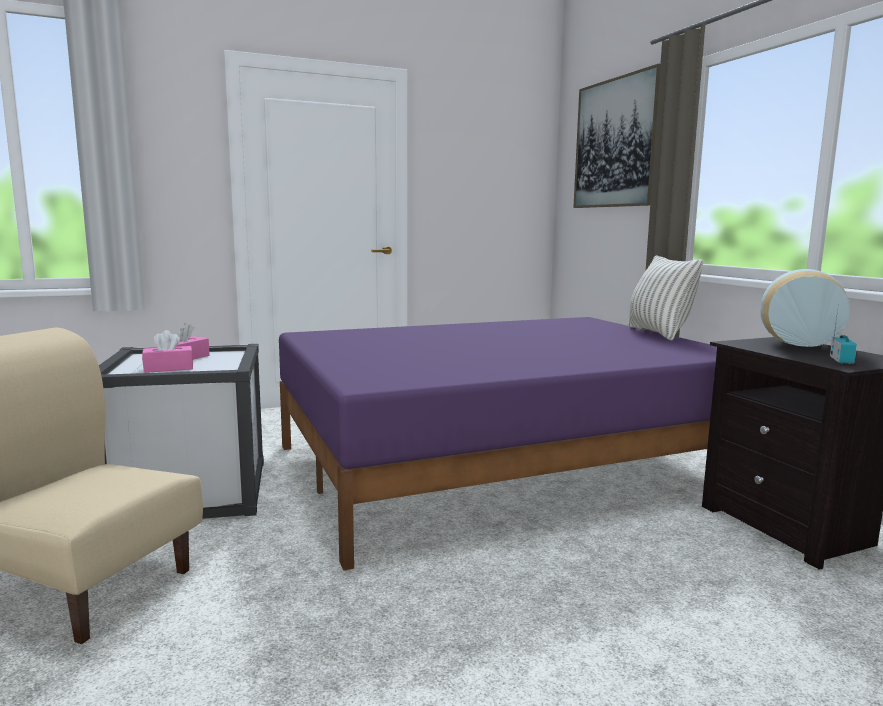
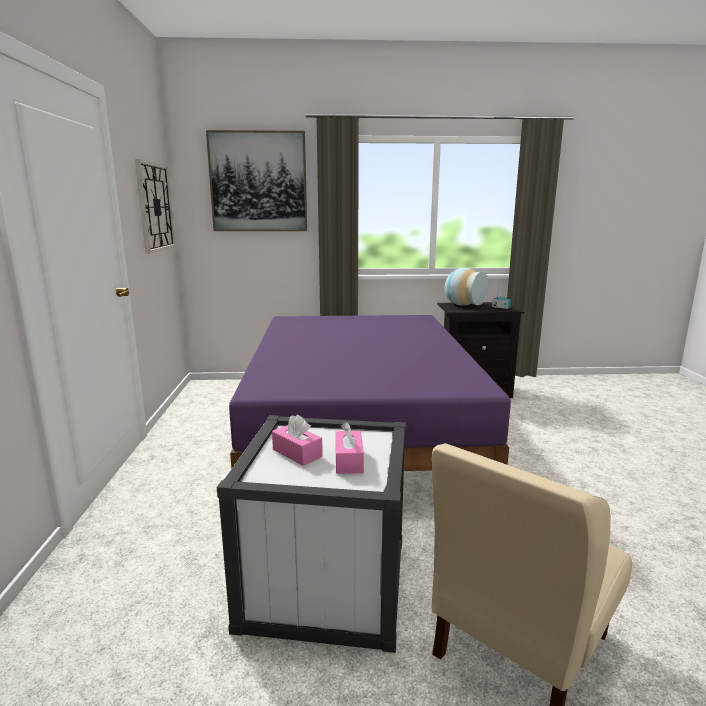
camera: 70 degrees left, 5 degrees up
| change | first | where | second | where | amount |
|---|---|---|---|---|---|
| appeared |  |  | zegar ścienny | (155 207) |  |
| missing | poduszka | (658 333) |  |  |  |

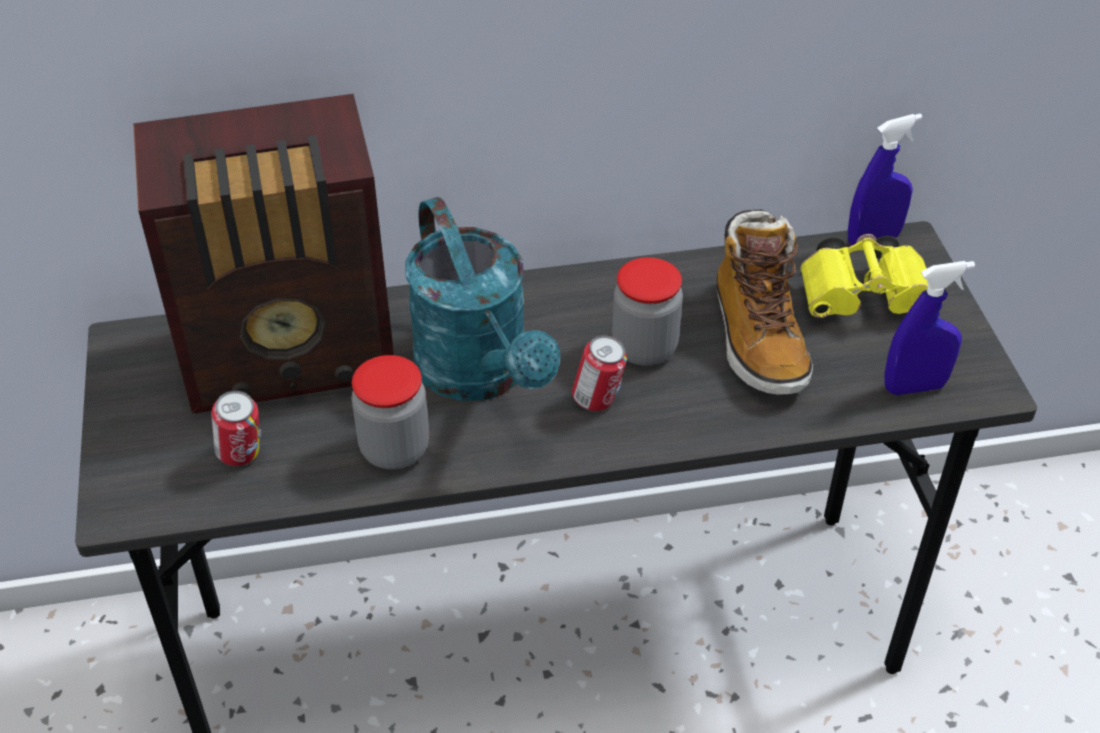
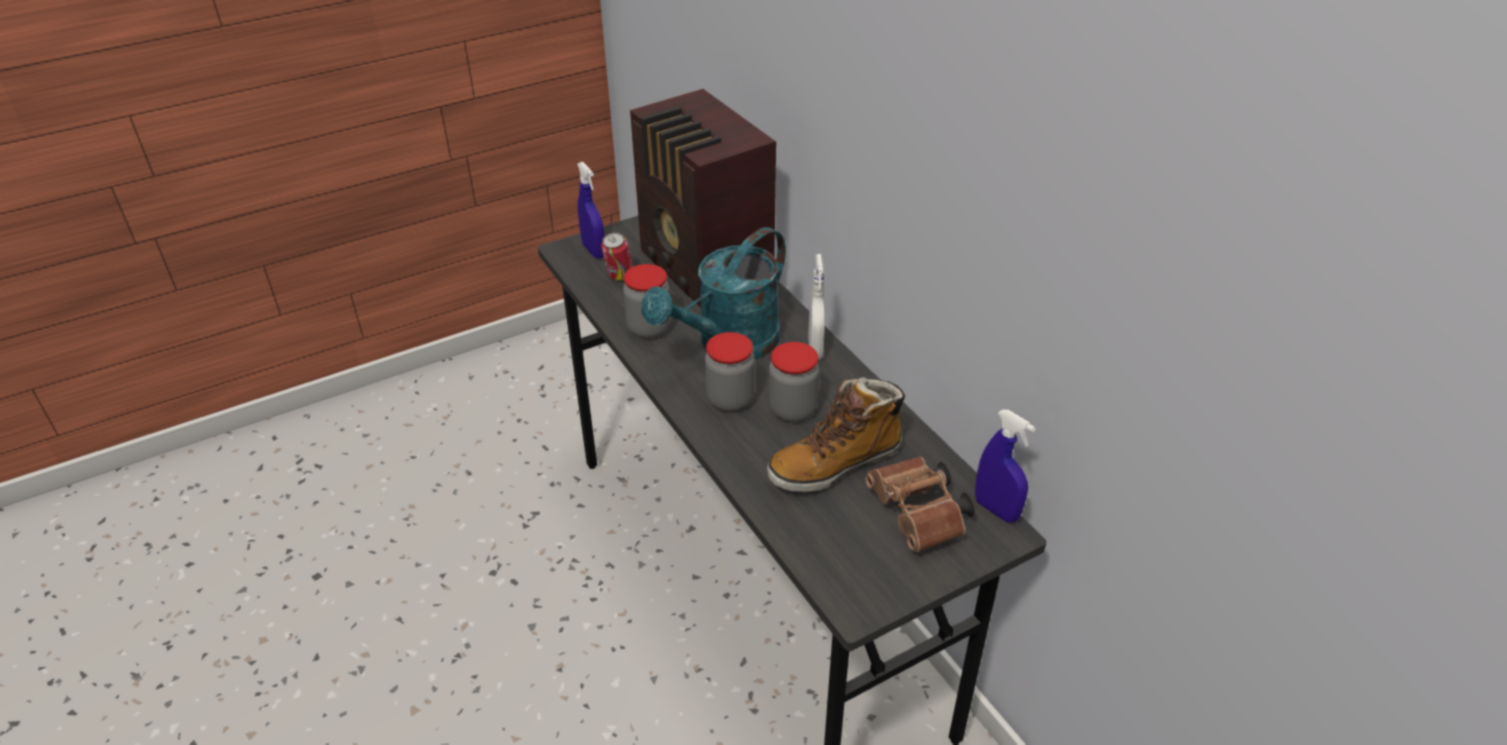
camera: 70 degrees right, 5 degrees down
| change | first | where | second | where | amount |
|---|---|---|---|---|---|
| relocated | spryskiwacz/niebieski | (914 387) |  | (594 251) |  |
| exchanged | puszka | (598 401) | słoik | (730 399) |  |
| appeared |  |  | spryskiwacz/biały | (815 349) |  |
| colour | lornetka/żółty | (867 298) | lornetka/brązowy | (919 517) |  |

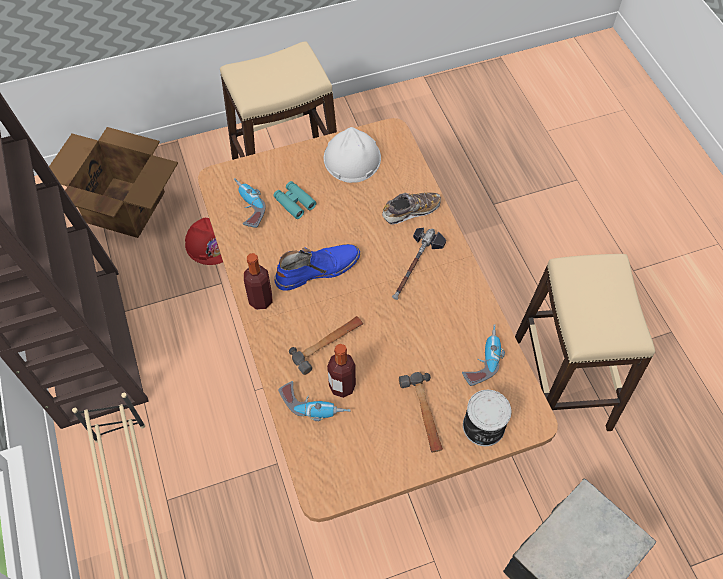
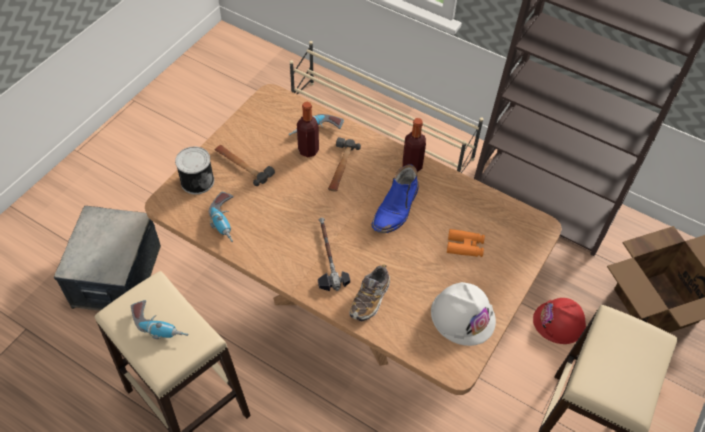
camera: 140 degrees right, 5 degrees down
| change | first | where | second | where | amount |
|---|---|---|---|---|---|
| relocated | wiertarka | (247 207) |  | (160 325) |  |
| colour | lornetka/turkusowy | (294 203) | lornetka/pomarańczowy | (465 246) |  |

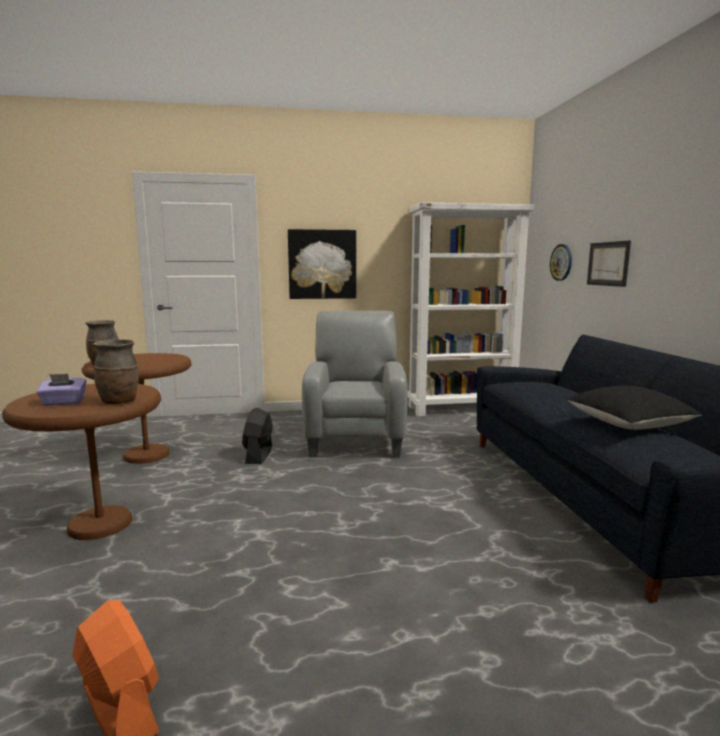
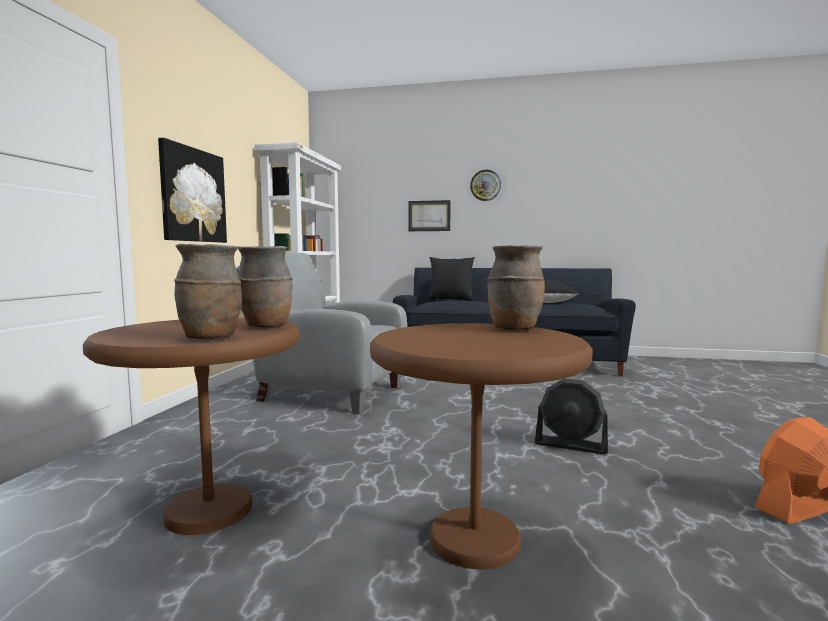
camera: 70 degrees left, 5 degrees down
| change | first | where | second | where | amount |
|---|---|---|---|---|---|
| appeared |  |  | wazon/brązowy | (266 326) |  |
| appeared |  |  | poduszka/czarny | (451 300) |  |
| relocated | zegar ścienny | (561 262) |  | (485 185) |  |
| relocated | wentylator/czarny | (258 455) |  | (571 445) |  |
| missing | pudełko chusteczek/fioletowy | (63 403) |  |  |  |

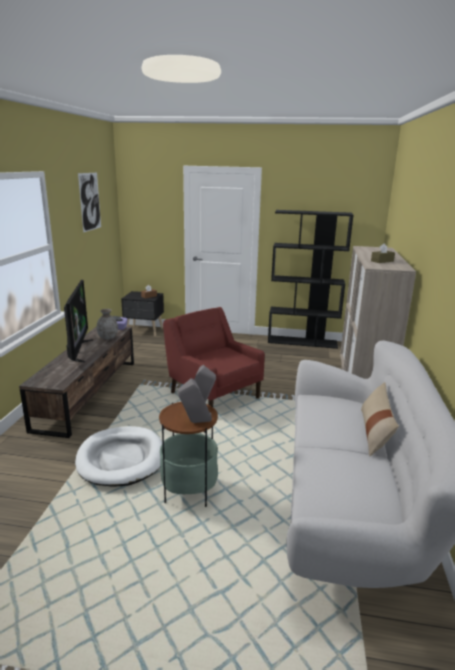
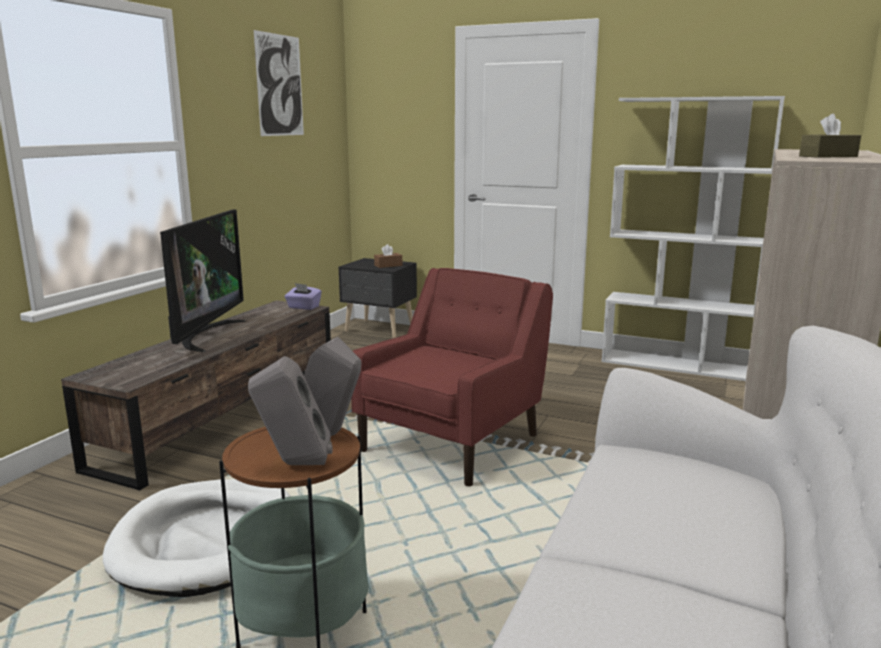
camera: 15 degrees right, 5 degrees down
| change | first | where | second | where | amount |
|---|---|---|---|---|---|
| spun | fotel/czerwony | (213 394) |  | (453 442) | 60 degrees clockwise |
| colour | regał/czarny | (302 342) | regał/biały | (675 365) |  |
| missing | wazon/szary | (108 338) |  |  |  |
| missing | poduszka/beżowy | (375 432) |  |  |  |

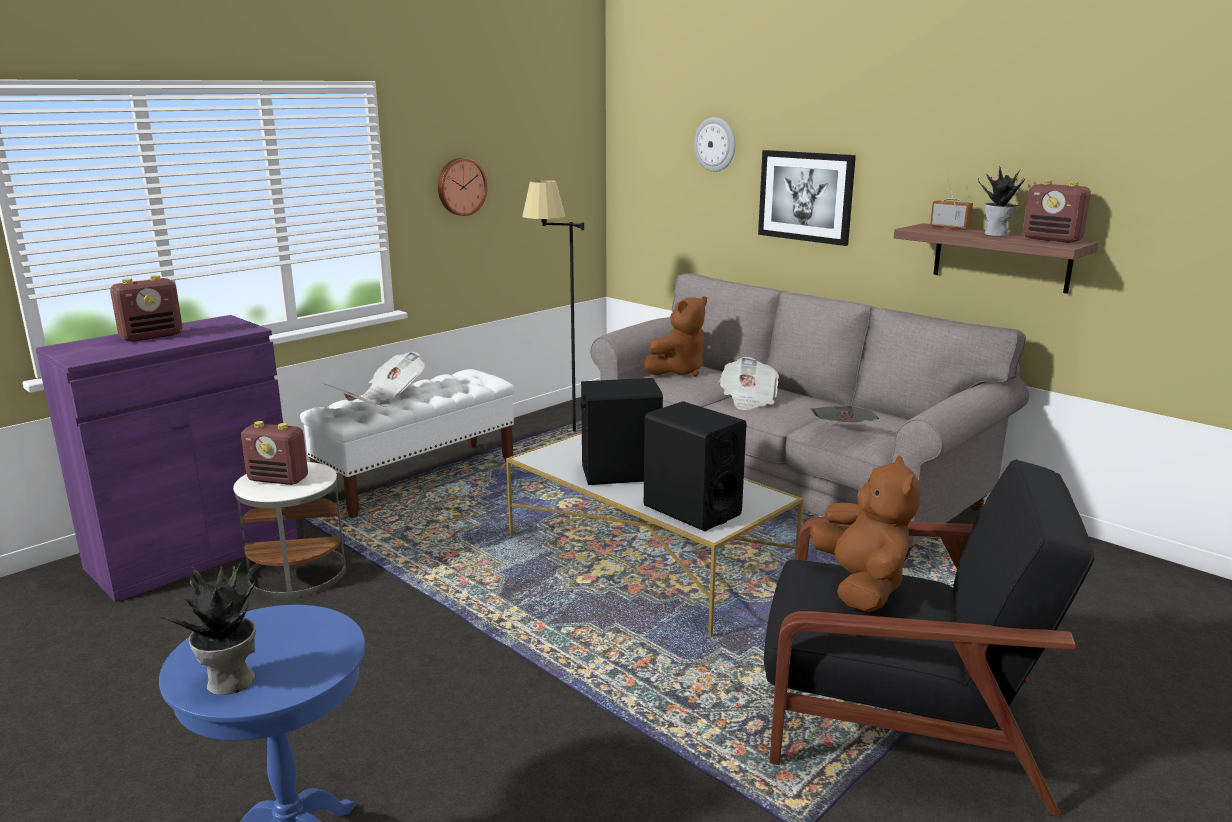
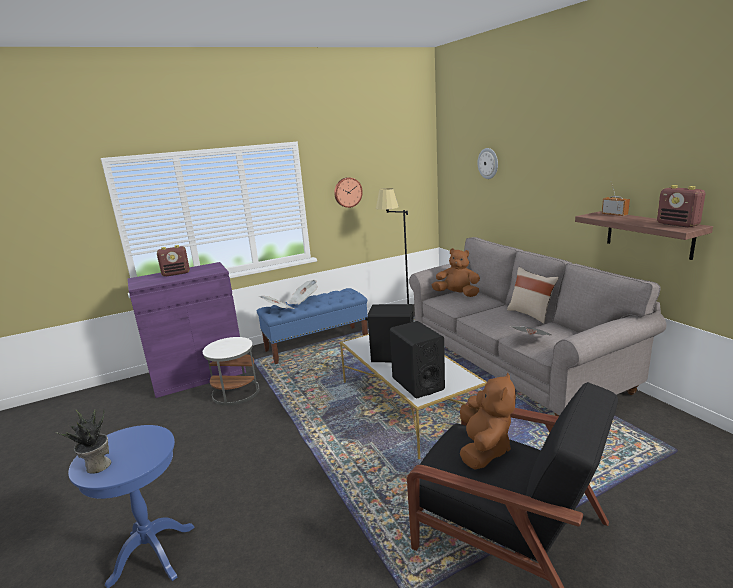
camera: 20 degrees right, 0 degrees up
| change | first | where | second | where | amount |
|---|---|---|---|---|---|
| colour | ławka/biały | (418 478) | ławka/niebieski | (317 344) |  |
| spun | pluszak/brązowy | (678 371) |  | (457 294) | 135 degrees counterclockwise |
| appeared |  |  | poduszka/beżowy | (530 314) |  |
| missing | radio | (279 479) |  |  |  |
| missing | gazeta | (748 400) |  |  |  |
| missing | obraz | (806 196) |  |  |  |
| missing | roślina doniczkowa | (997 234) |  |  |  |

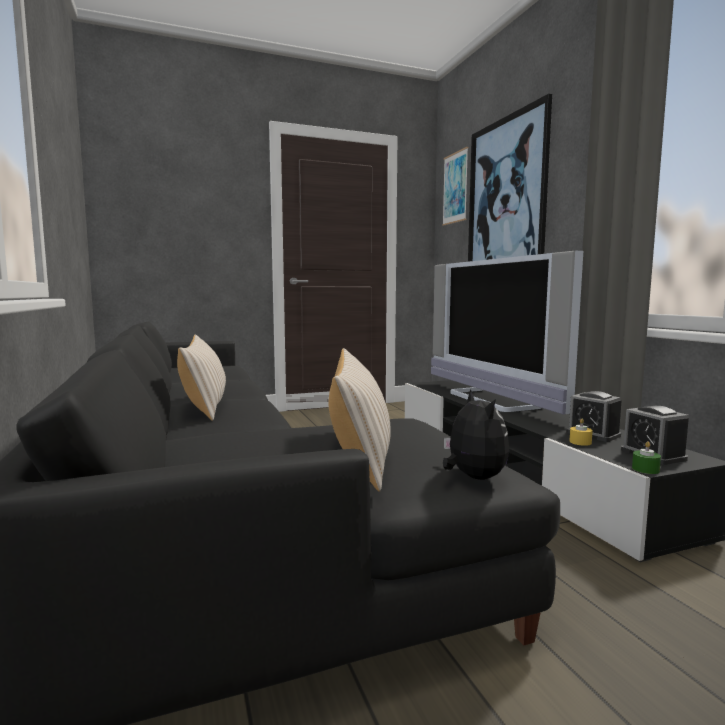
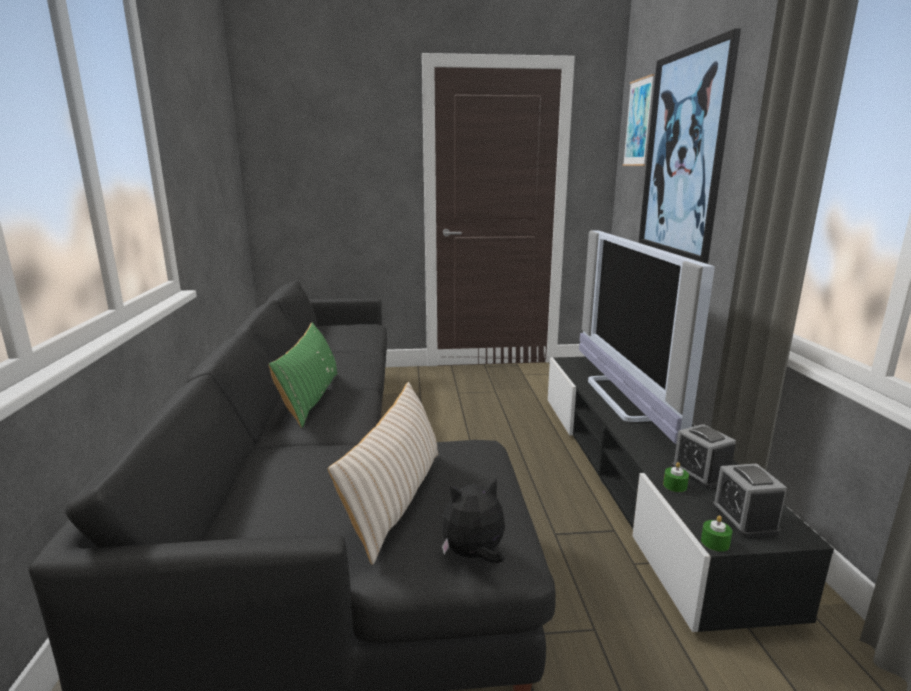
camera: 15 degrees right, 10 degrees up
| change | first | where | second | where | amount |
|---|---|---|---|---|---|
| colour | poduszka/beżowy | (205 403) | poduszka/zielony | (311 398) |  |
| spun | pluszak | (473 477) |  | (474 555) | 105 degrees counterclockwise |
| colour | świeca/żółty | (580 442) | świeca/zielony | (675 486) |  |

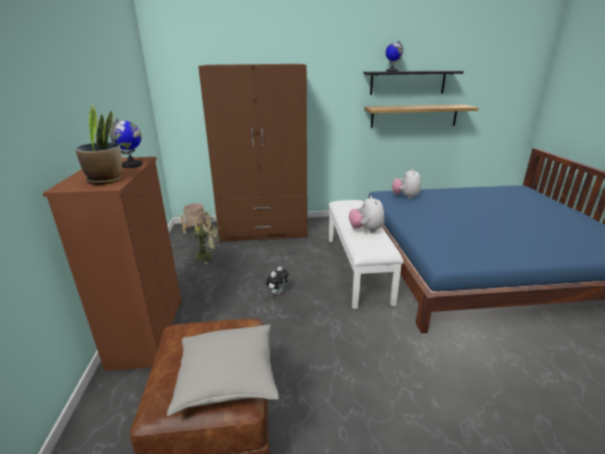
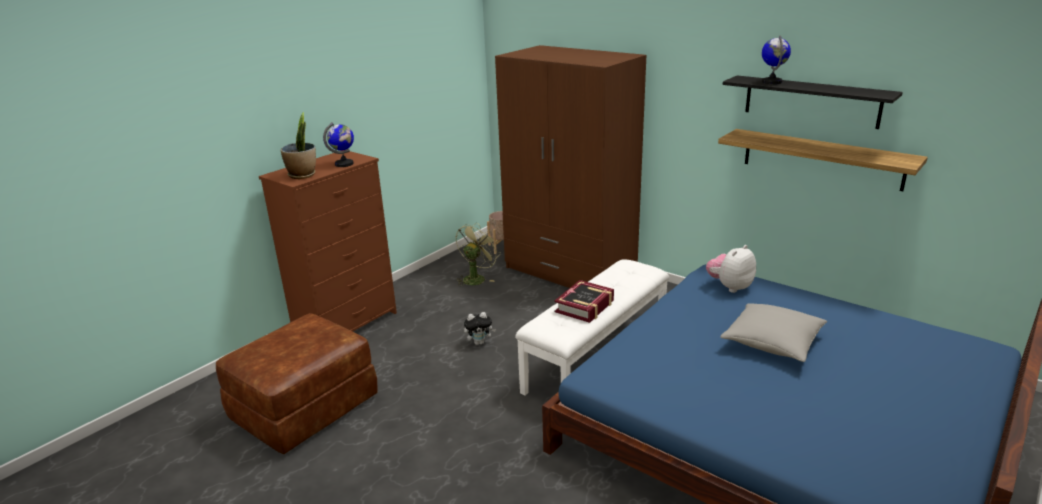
camera: 45 degrees right, 0 degrees up
| change | first | where | second | where | amount |
|---|---|---|---|---|---|
| spun | wentylator/zielony | (208 255) |  | (476 278) | 105 degrees counterclockwise |
| exchanged | pluszak | (366 230) | książka | (585 306) |  |
| relocated | poduszka/szary | (227 377) |  | (772 342) |  |

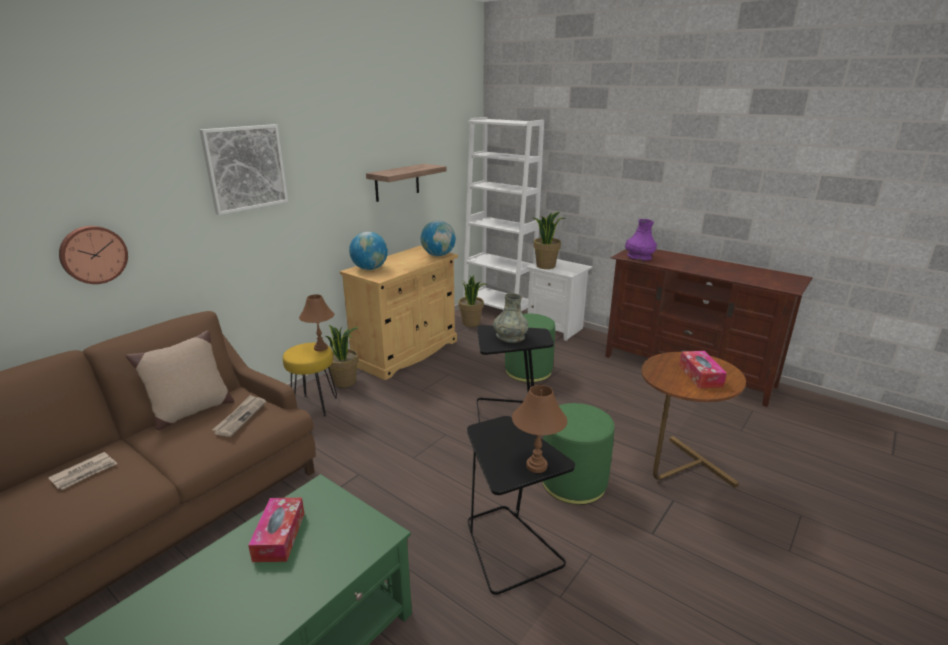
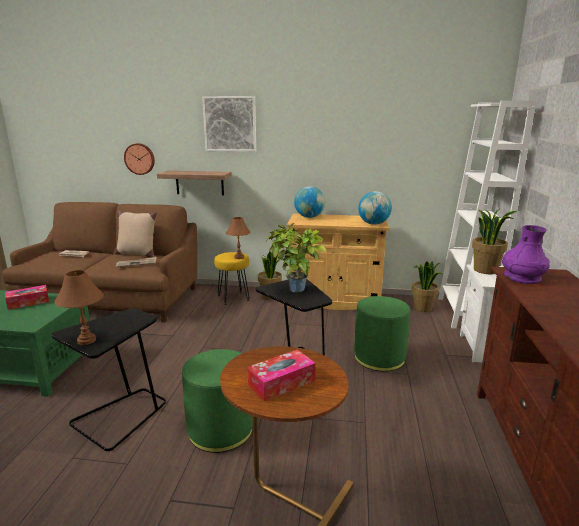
camera: 60 degrees right, 5 degrees down
| change | first | where | second | where | amount |
|---|---|---|---|---|---|
| relocated | półka | (397 182) |  | (199 183) |  |
| exchanged | wazon/szary | (510 337) | roślina doniczkowa | (293 291) |  |

